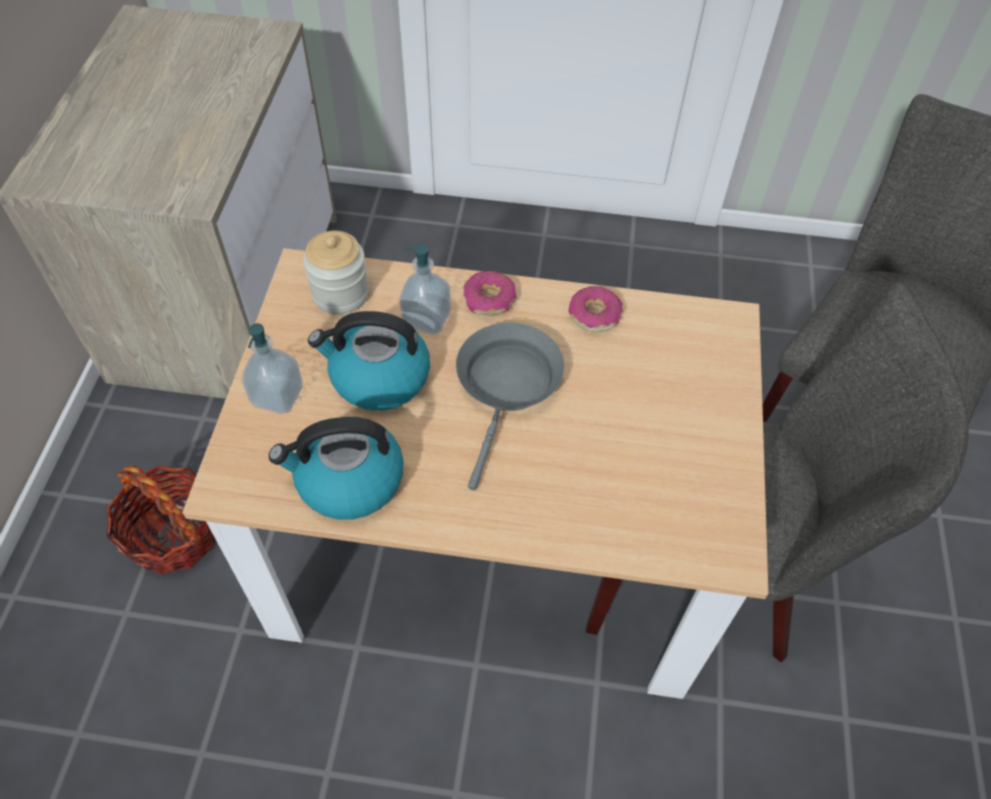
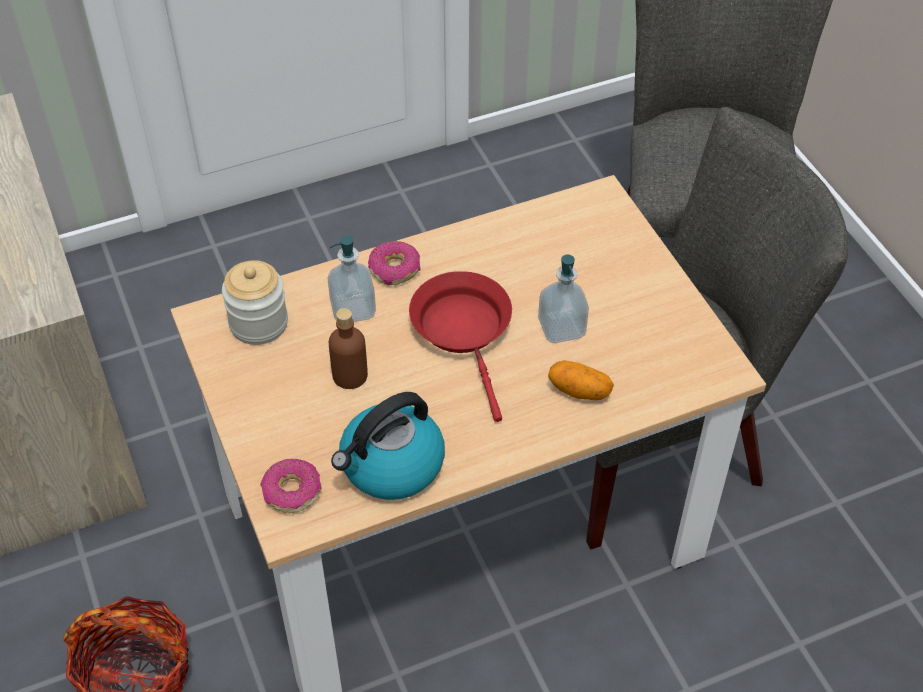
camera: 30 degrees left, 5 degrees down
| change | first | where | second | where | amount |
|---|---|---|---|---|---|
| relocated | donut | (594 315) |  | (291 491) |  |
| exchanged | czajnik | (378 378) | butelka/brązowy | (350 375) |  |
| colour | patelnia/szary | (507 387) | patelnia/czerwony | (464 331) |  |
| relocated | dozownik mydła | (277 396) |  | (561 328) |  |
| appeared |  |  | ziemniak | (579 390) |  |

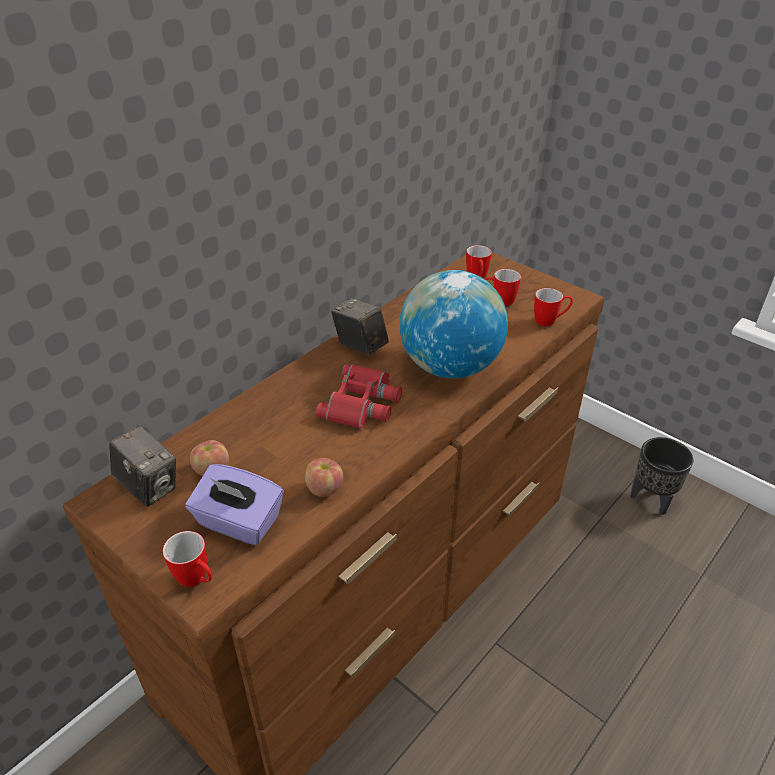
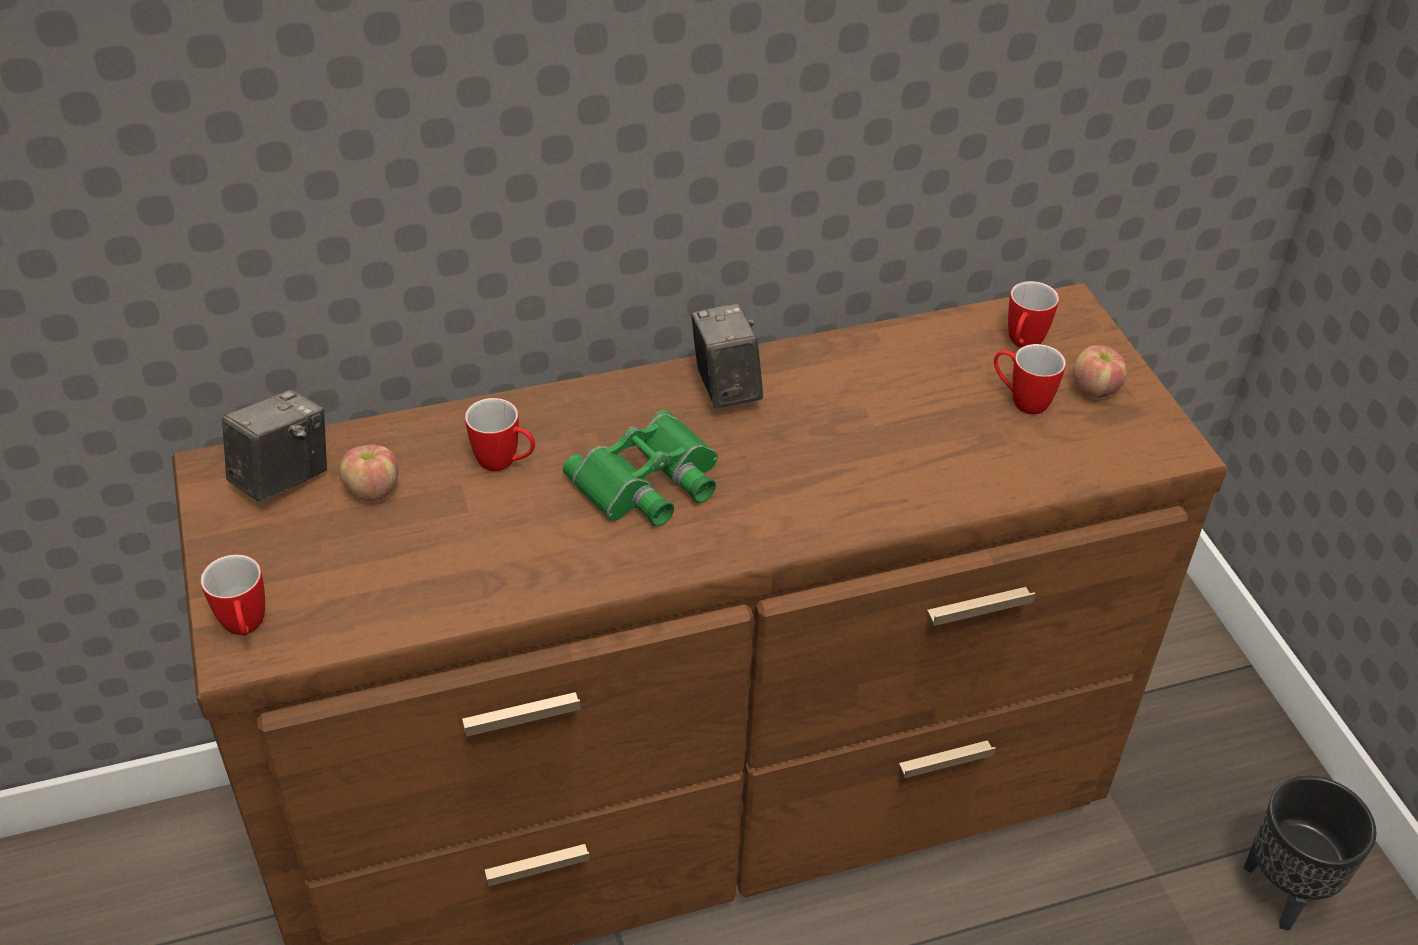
camera: 30 degrees right, 5 degrees up
| change | first | where | second | where | amount |
|---|---|---|---|---|---|
| spun | aparat fotograficzny | (149 487) |  | (282 477) | 120 degrees counterclockwise |
| relocated | kubek | (550 321) |  | (505 463) |  |
| colour | lornetka/czerwony | (363 403) | lornetka/zielony | (649 482) |  |
| relocated | jabłko | (324 489) |  | (1094 389) |  |
| missing | pudełko chusteczek/fioletowy | (238 522) |  |  |  |
| missing | globus | (449 366) |  |  |  |

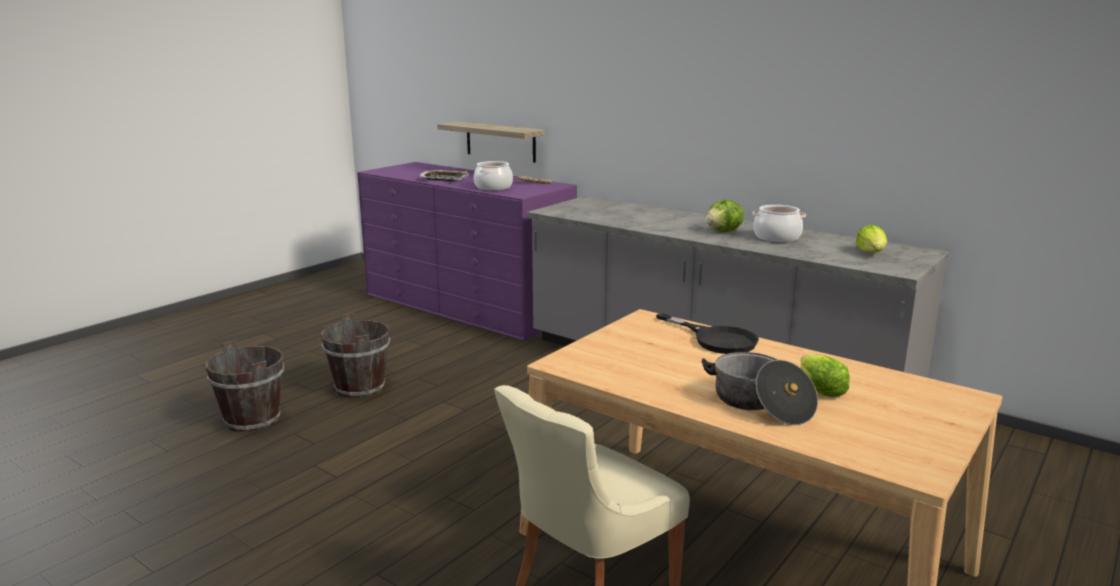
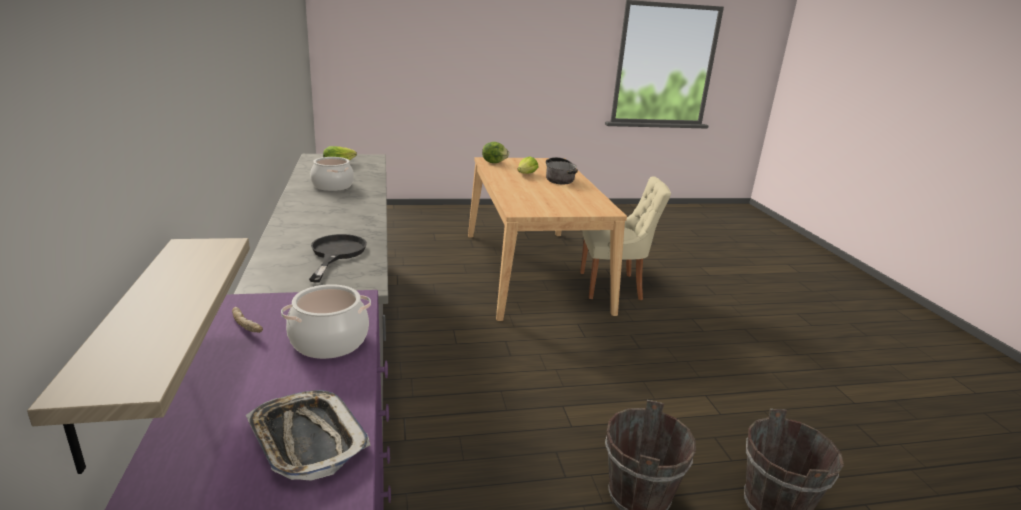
camera: 140 degrees left, 5 degrees up
| change | first | where | second | where | amount |
|---|---|---|---|---|---|
| relocated | patelnia/czarny | (716 339) |  | (336 254) |  |
| relocated | sałata | (724 231) |  | (494 162) |  |

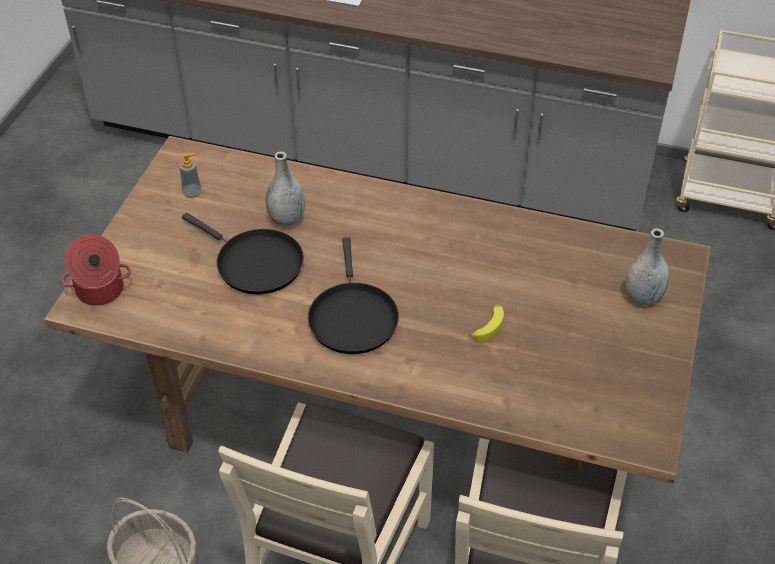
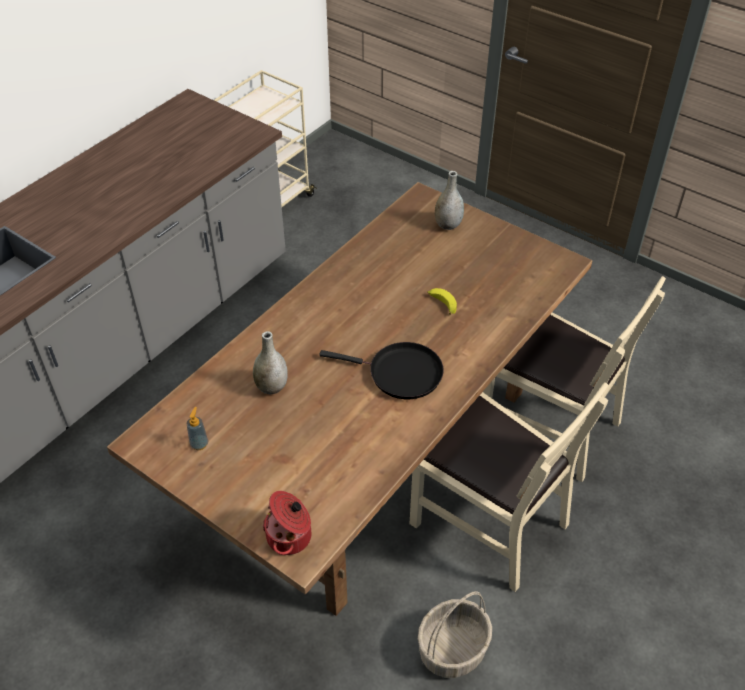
camera: 70 degrees left, 0 degrees up
| change | first | where | second | where | amount |
|---|---|---|---|---|---|
| missing | patelnia/czarny | (255 263) |  |  |  |

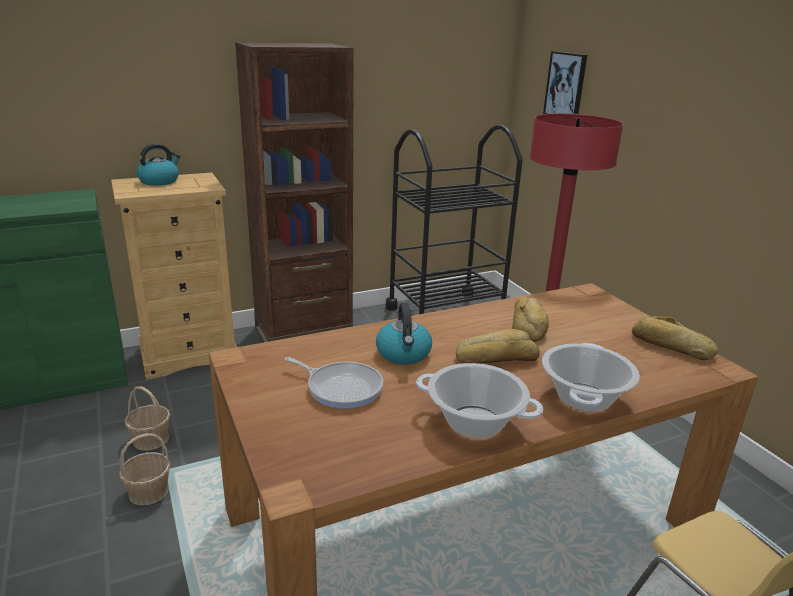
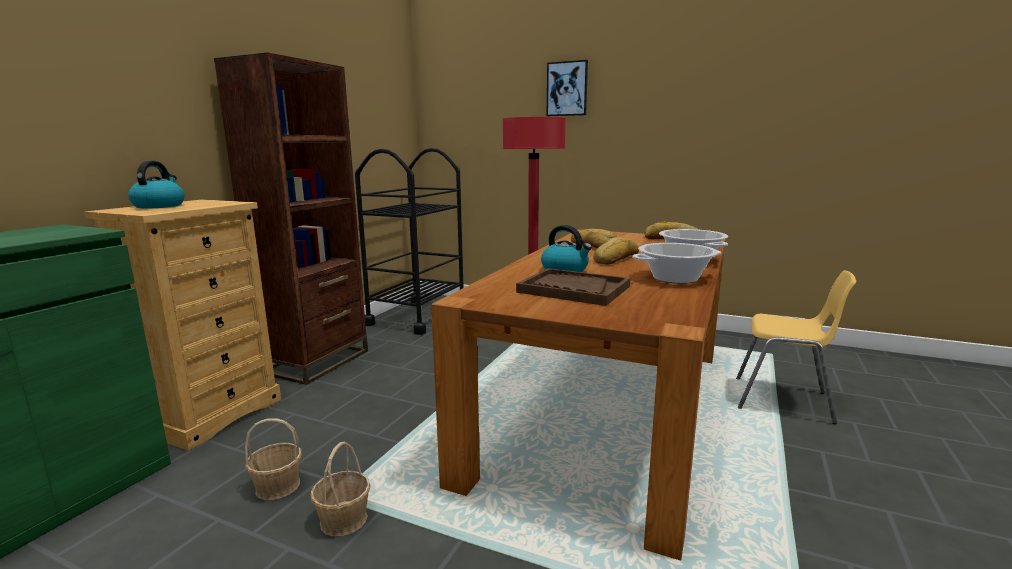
camera: 40 degrees left, 10 degrees down
| change | first | where | second | where | amount |
|---|---|---|---|---|---|
| exchanged | patelnia | (341 388) | taca/brązowy | (573 289) |  |
| relocated | obraz | (566 85) |  | (567 89) |  |

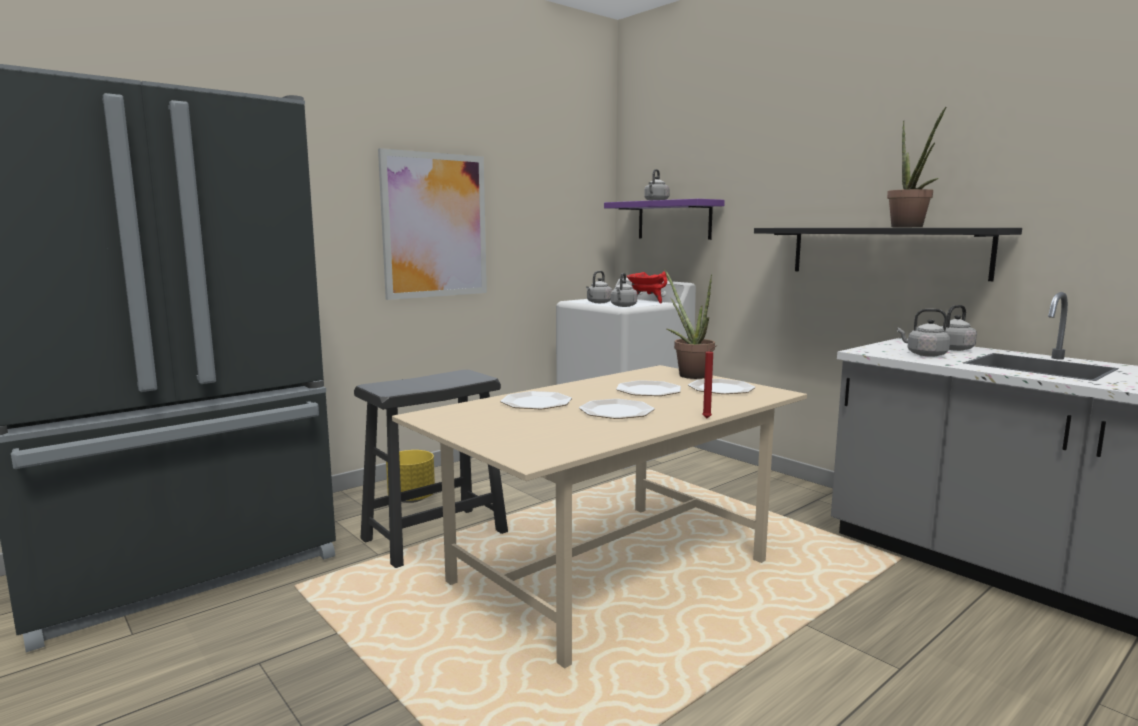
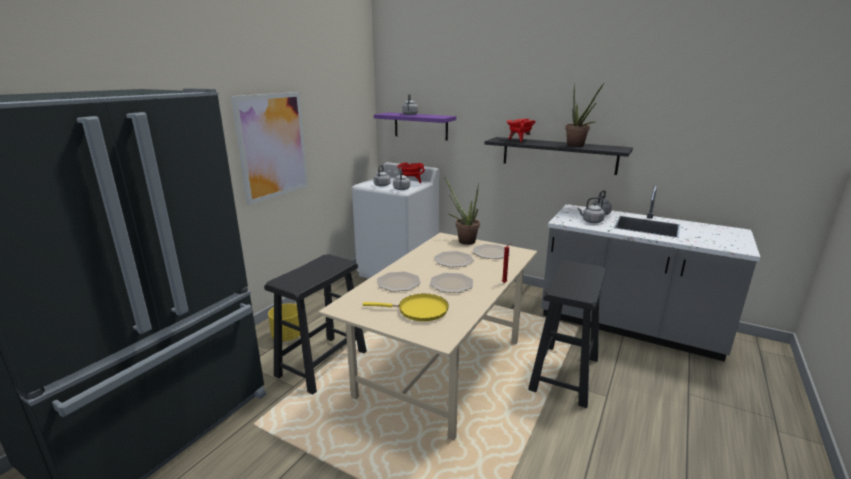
camera: 20 degrees left, 10 degrees up
| change | first | where | second | where | amount |
|---|---|---|---|---|---|
| appeared |  |  | patelnia/żółty | (419 310) |  |
| appeared |  |  | garnek/czerwony | (519 140) |  |
| appeared |  |  | stołek/czarny | (564 374) |  |

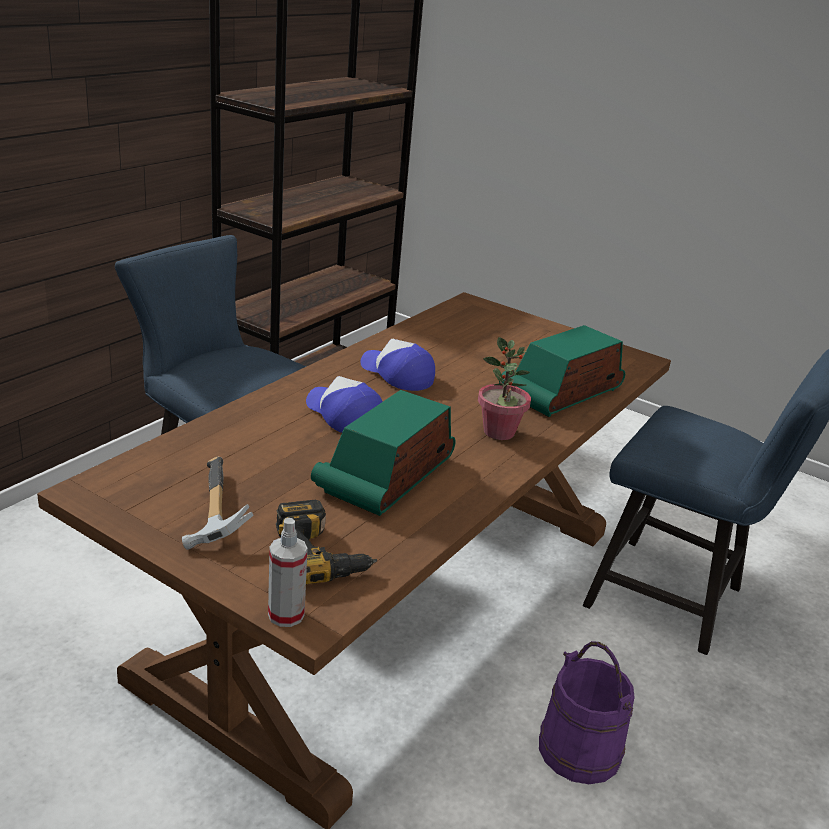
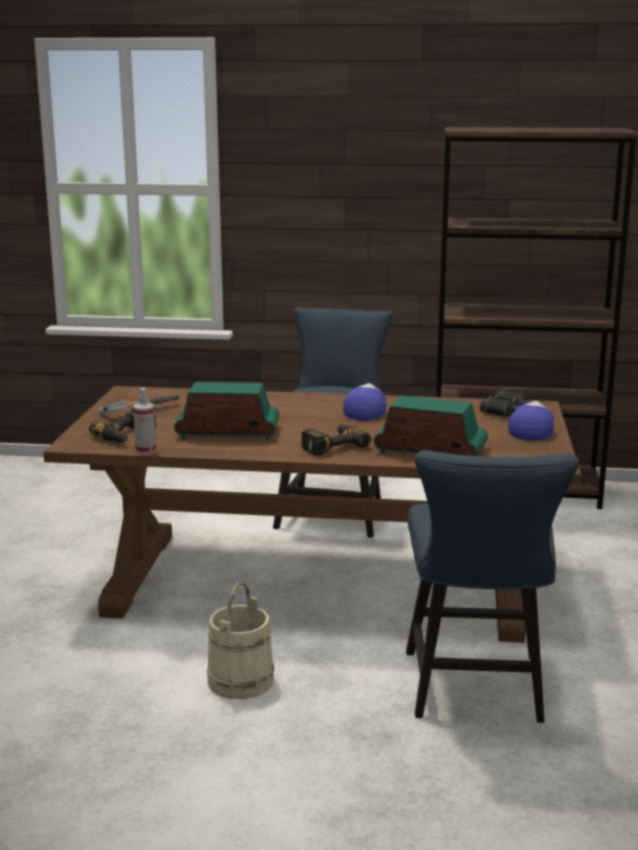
camera: 65 degrees right, 10 degrees down
| change | first | where | second | where | amount |
|---|---|---|---|---|---|
| relocated | spryskiwacz | (286 615) |  | (145 450) |  |
| colour | wiadro/fioletowy | (580 749) | wiadro/beżowy | (241 681) |  |
| exchanged | roślina doniczkowa | (499 432) | wiertarka | (331 445) |  |
| appeared |  |  | lornetka/czarny | (506 411) |  |
| relocated | czapka z daszkiem | (343 415) |  | (532 430) |  |

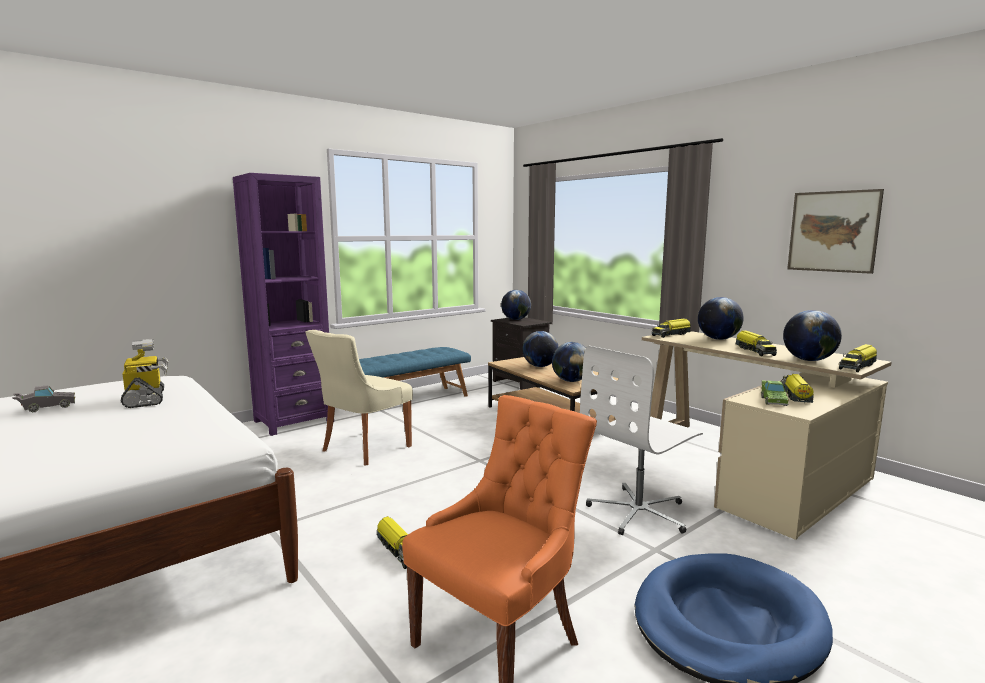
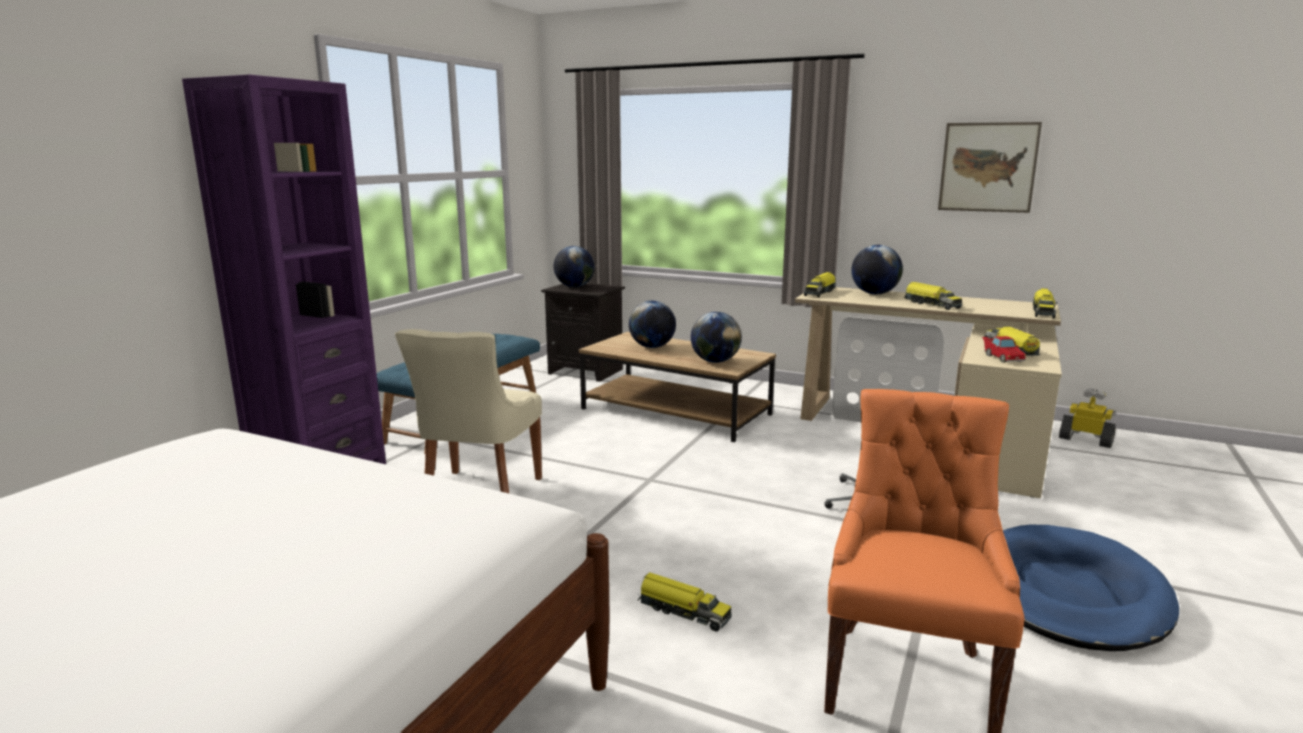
camera: 25 degrees left, 5 degrees up
| change | first | where | second | where | amount |
|---|---|---|---|---|---|
| colour | samochodzik/zielony | (773 400) | samochodzik/czerwony | (1002 357) |  |
| relocated | robot zabawkowy | (146 399) |  | (1086 440) |  |
| missing | samochodzik/szary | (46 407) |  |  |  |
| missing | globus | (808 360) |  |  |  |

